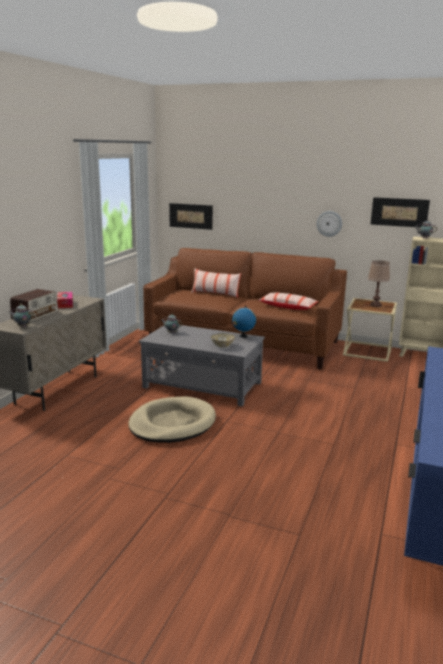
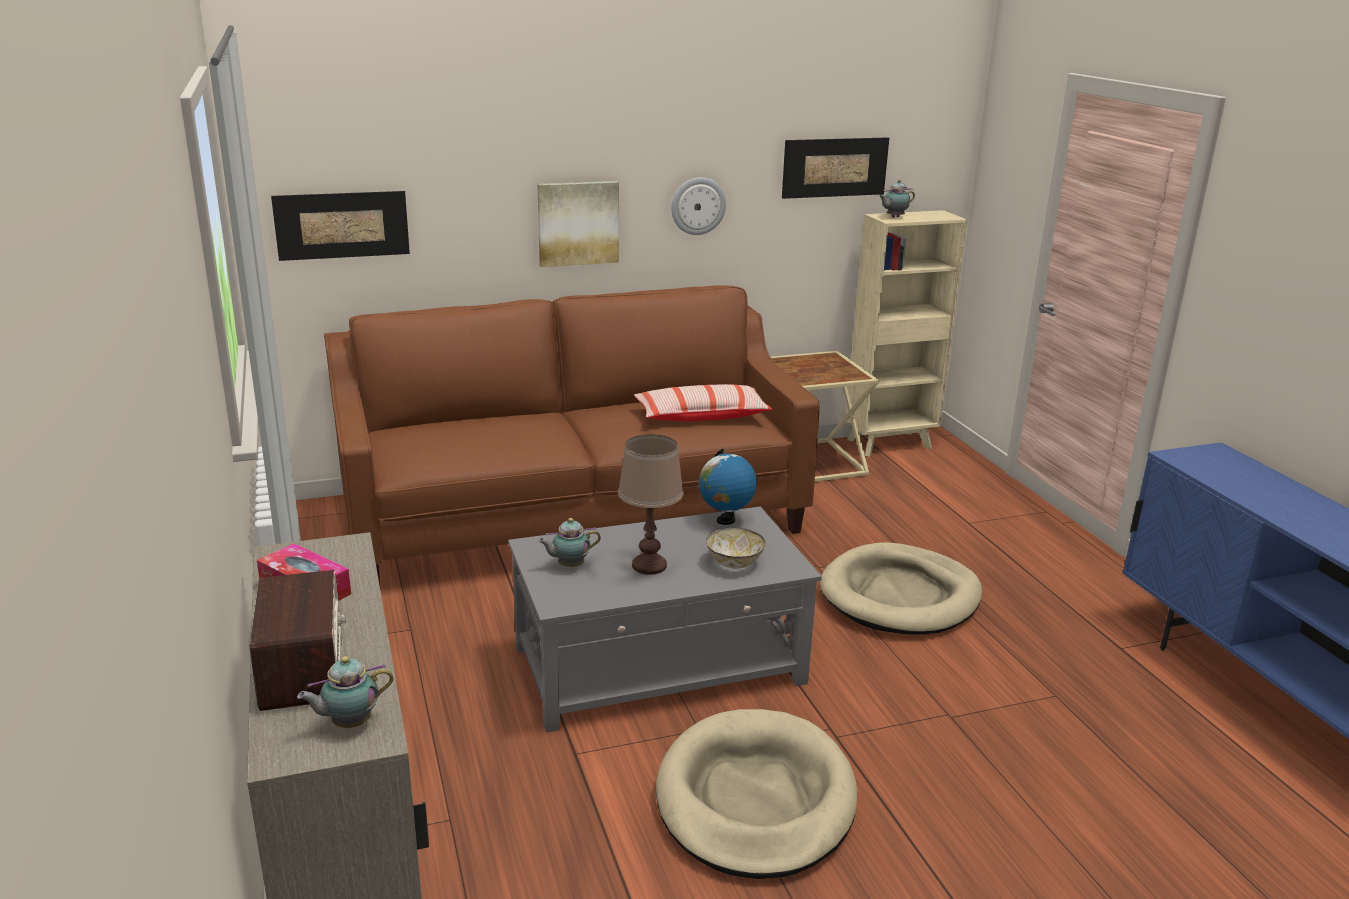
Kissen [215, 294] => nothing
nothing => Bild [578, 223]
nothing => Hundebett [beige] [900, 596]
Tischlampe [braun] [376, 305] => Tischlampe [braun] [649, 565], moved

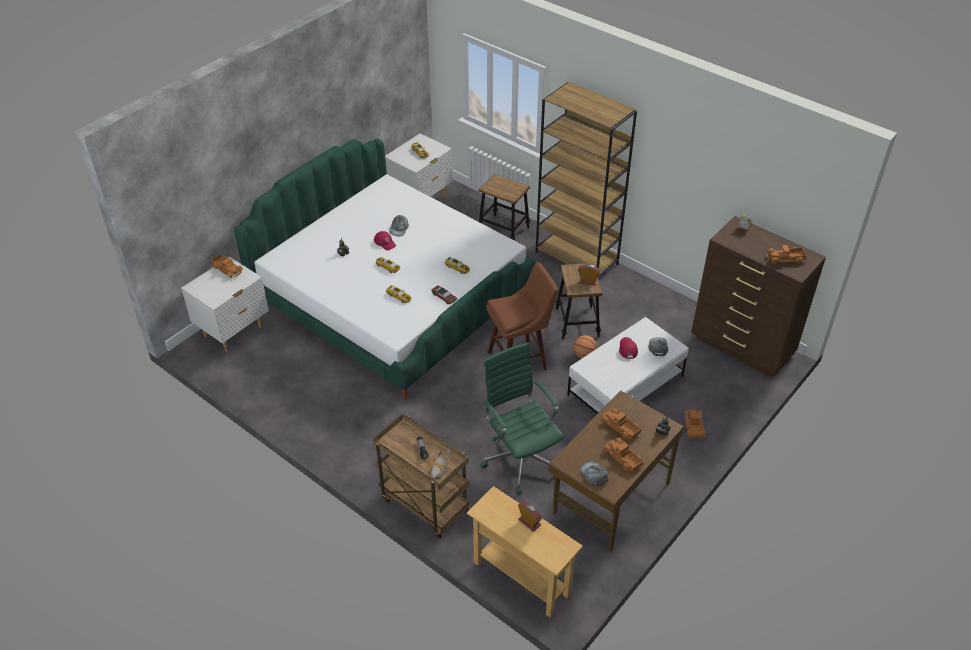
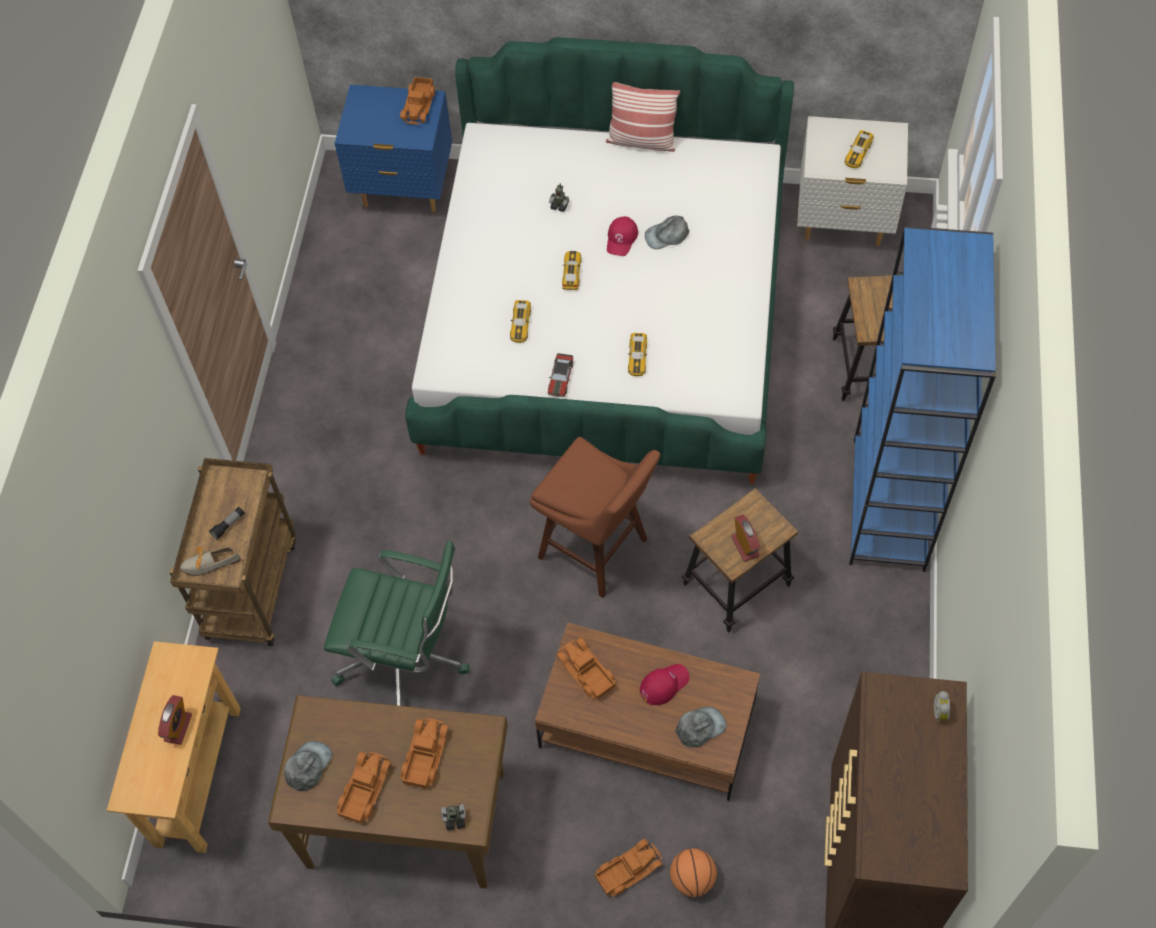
nothing => Kissen [641, 141]
Basketball [584, 355] => Basketball [692, 879], moved
Spielzeuglaster [785, 259] => Spielzeuglaster [586, 672], moved
Nachttisch [weiß] [233, 332] => Nachttisch [blau] [404, 190]
Bücherregal [braun] [577, 258] => Bücherregal [blau] [889, 505]
Couchtisch [weiß] [625, 386] => Couchtisch [braun] [647, 726]
Bürostuhl [grün] [521, 458] => Bürostuhl [grün] [406, 659], 75 degrees clockwise

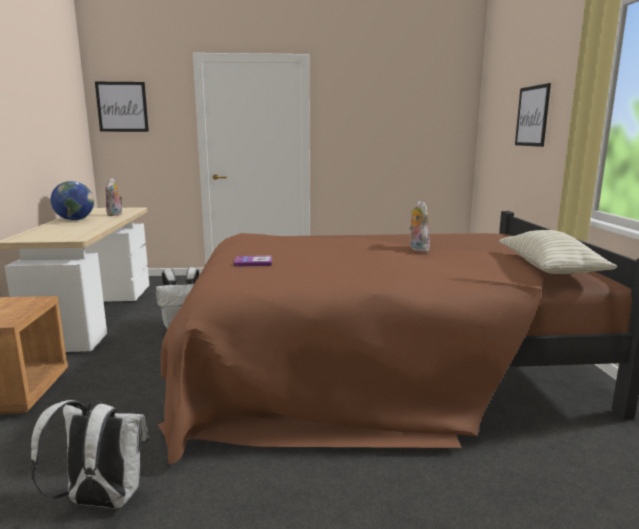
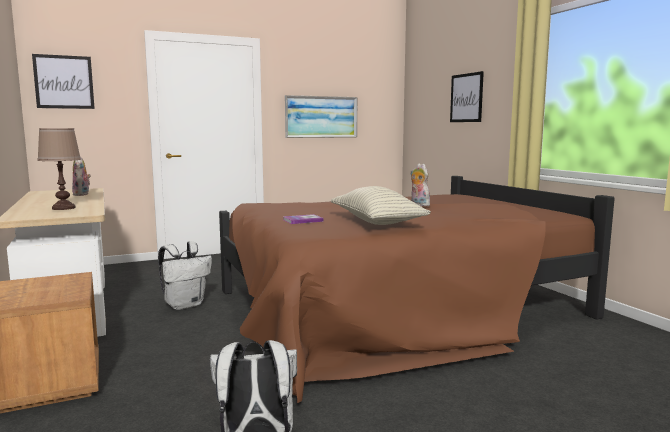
Globus [75, 220] => nothing
nothing => Tischlampe [braun] [63, 208]
nothing => Bild [321, 117]
Kissen [549, 269] => Kissen [376, 222], moved

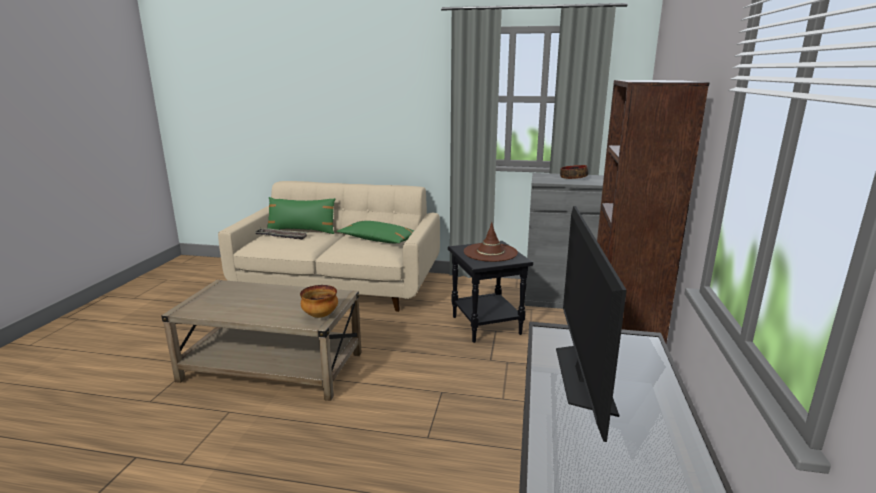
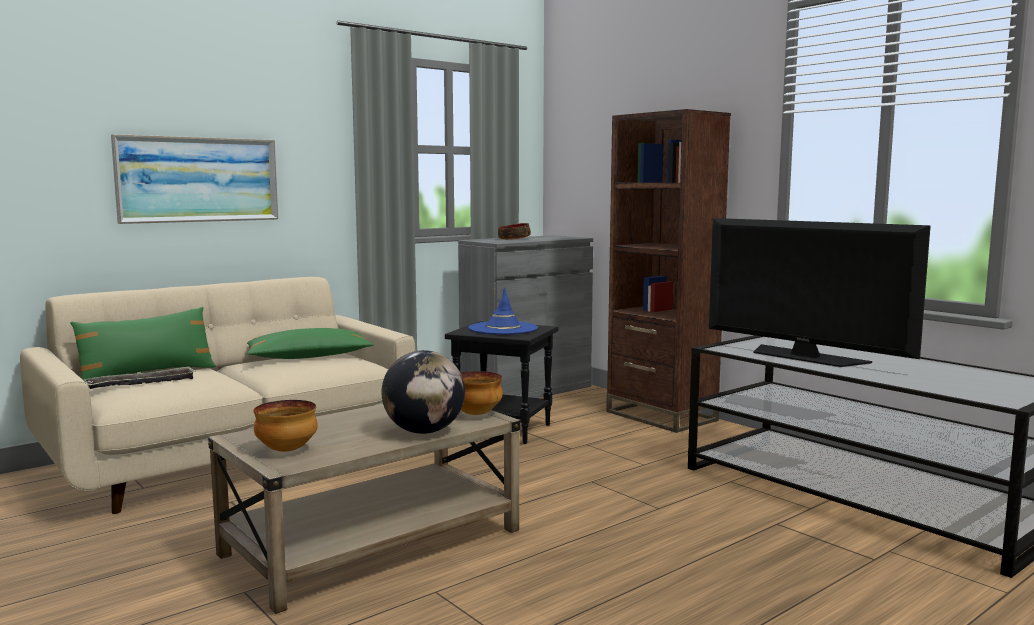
nothing => Bild [198, 179]
nothing => Schüssel [287, 450]
nothing => Globus [424, 431]
Hut [braun] [490, 252] => Hut [blau] [503, 329]

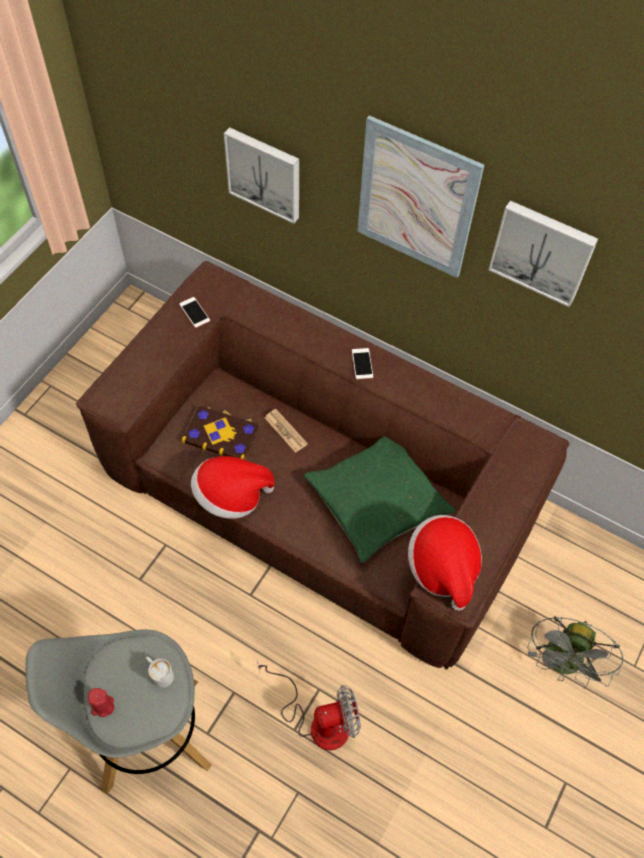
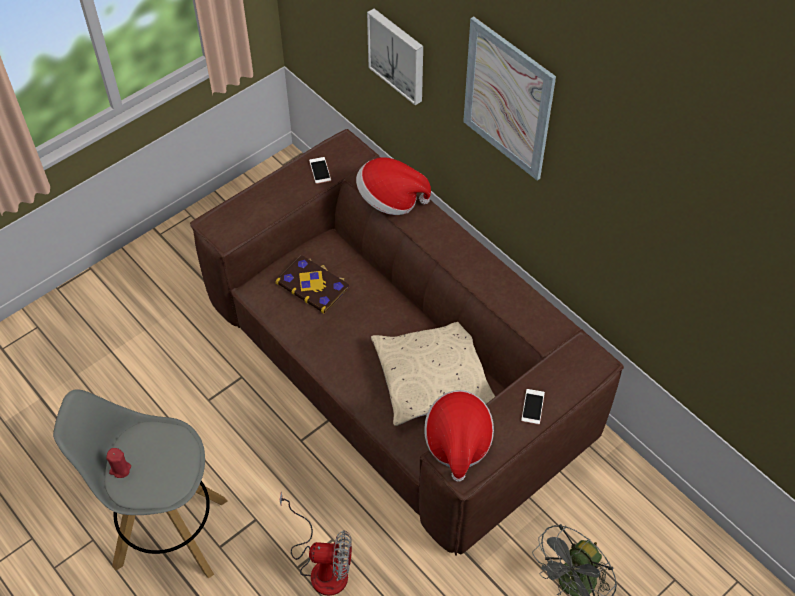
Henkelbecher [weiß] [159, 673] => nothing
Zeitung [285, 431] => nothing
Bild [542, 251] => nothing
Hut [231, 496] => Hut [390, 200], moved
Handy [362, 364] => Handy [532, 407], moved
Kissen [grün] [377, 500] => Kissen [beige] [433, 378]

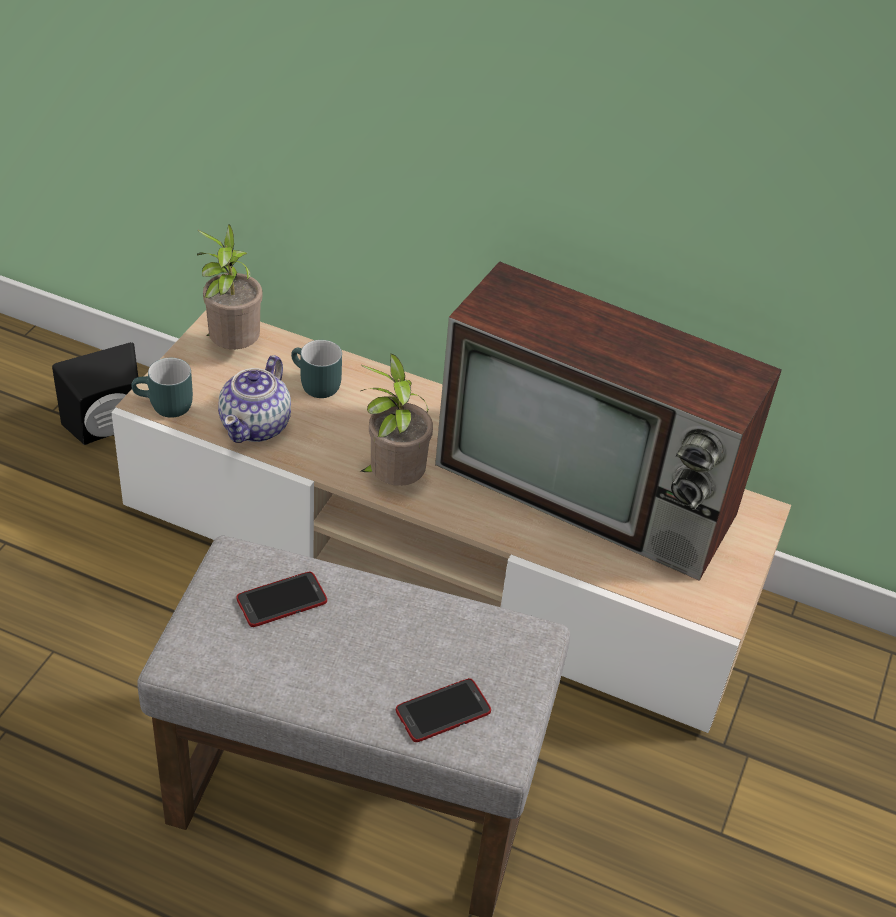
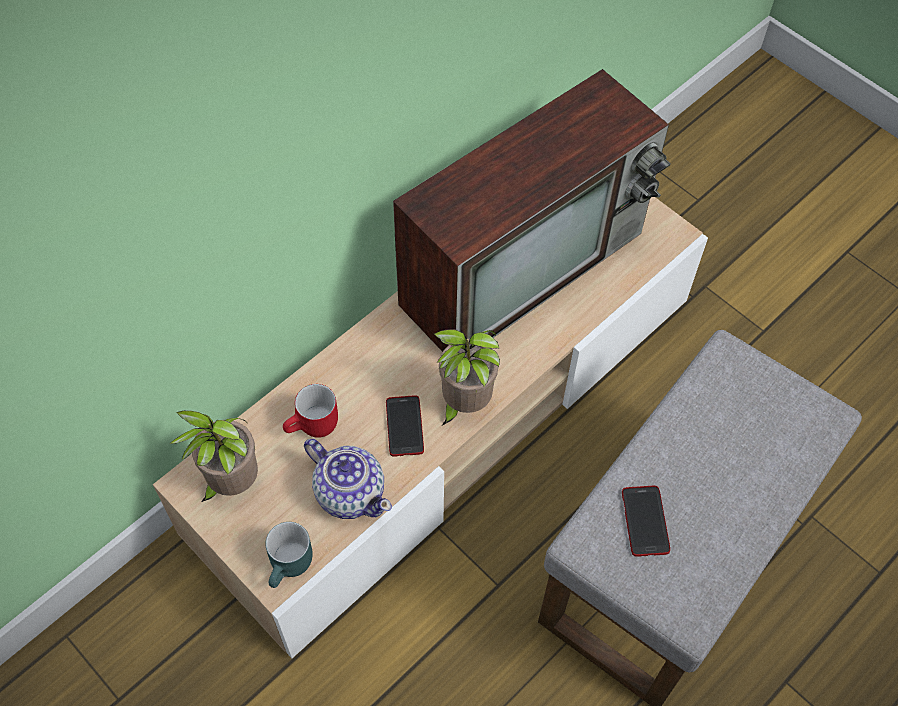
Lautsprecher [schwarz] [109, 429] => nothing
Handy [443, 711] => Handy [404, 426], moved
Henkelbecher [türkis] [313, 385] => Henkelbecher [rot] [314, 427]

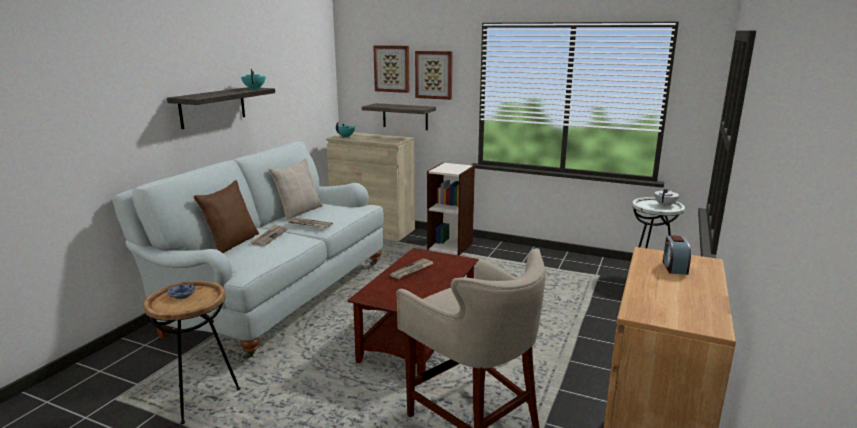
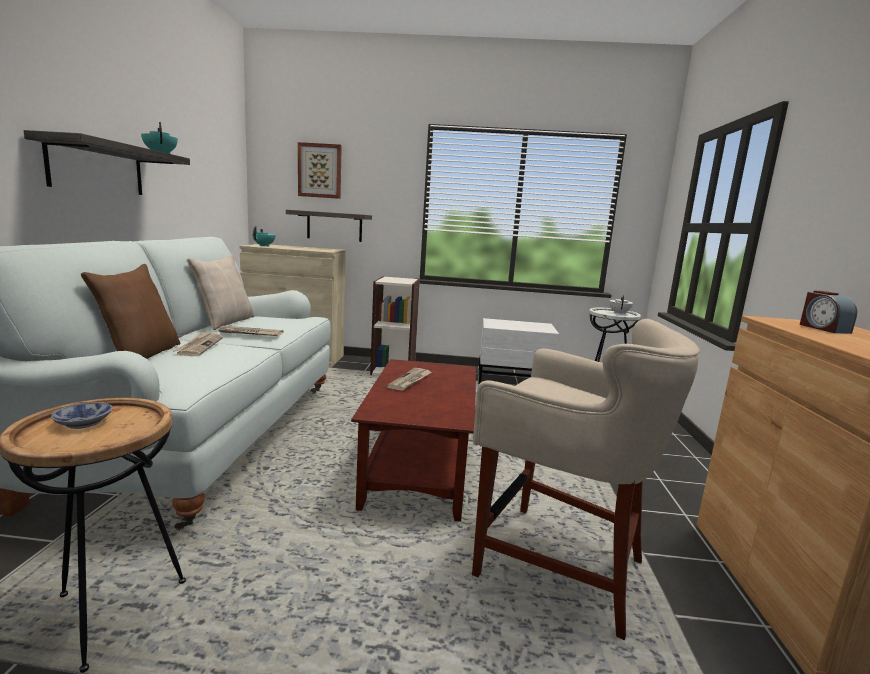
Bild [434, 75] => nothing
nothing => Nachttisch [weiß] [514, 382]

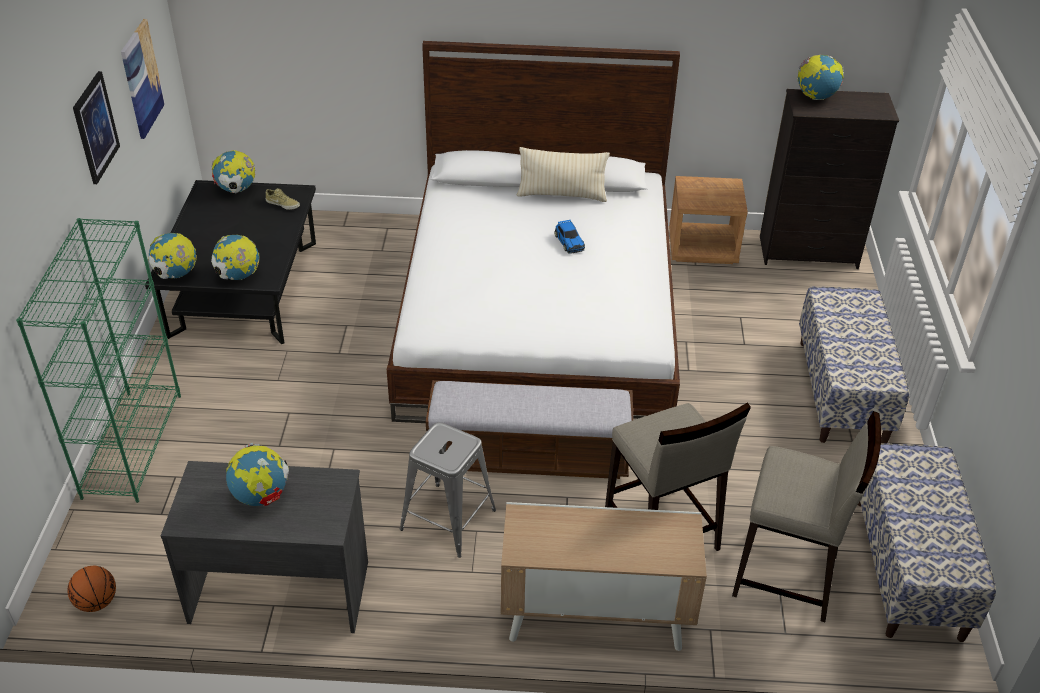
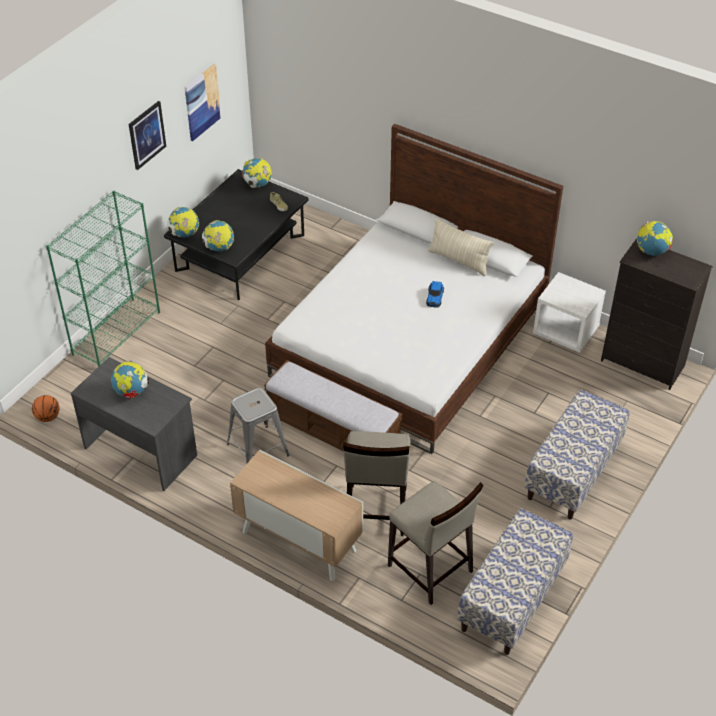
Nachttisch [braun] [703, 248] => Nachttisch [weiß] [566, 331]

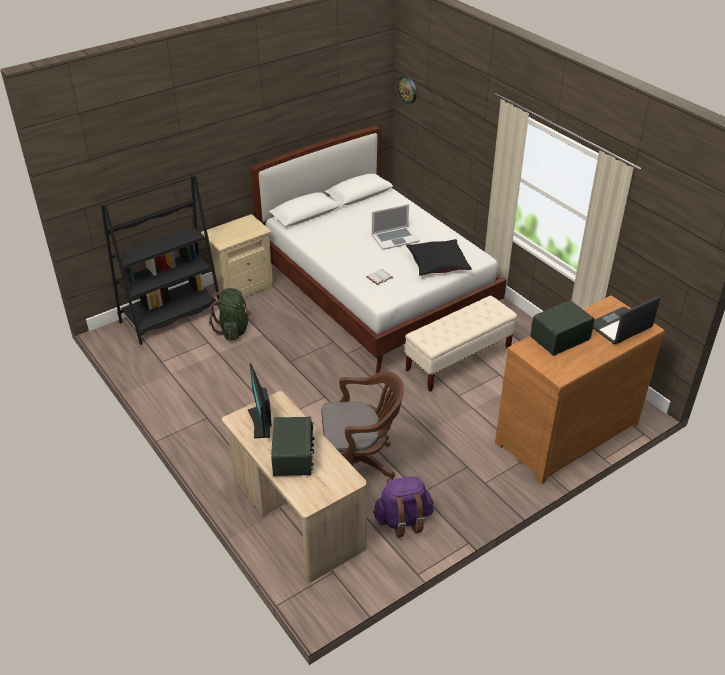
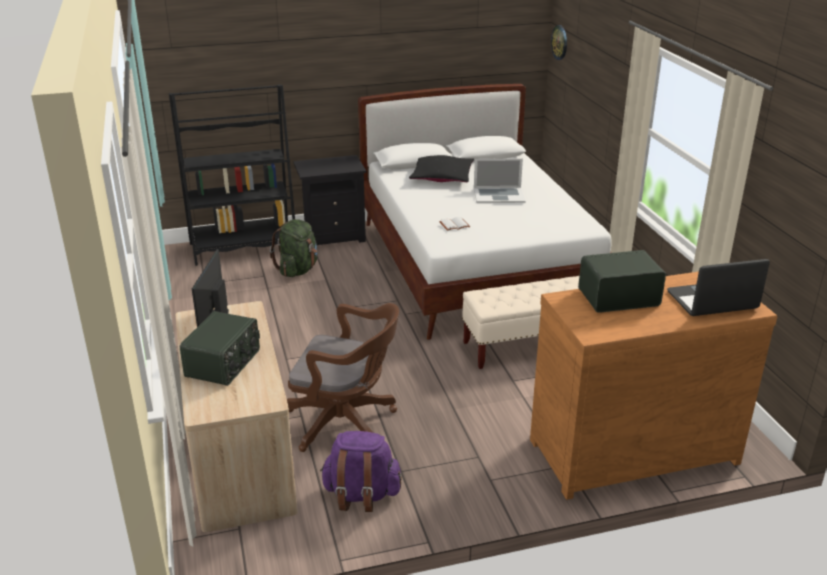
Kissen [schwarz] [437, 263] => Kissen [schwarz] [441, 177], moved
Nachttisch [beige] [242, 287] => Nachttisch [schwarz] [333, 236]

